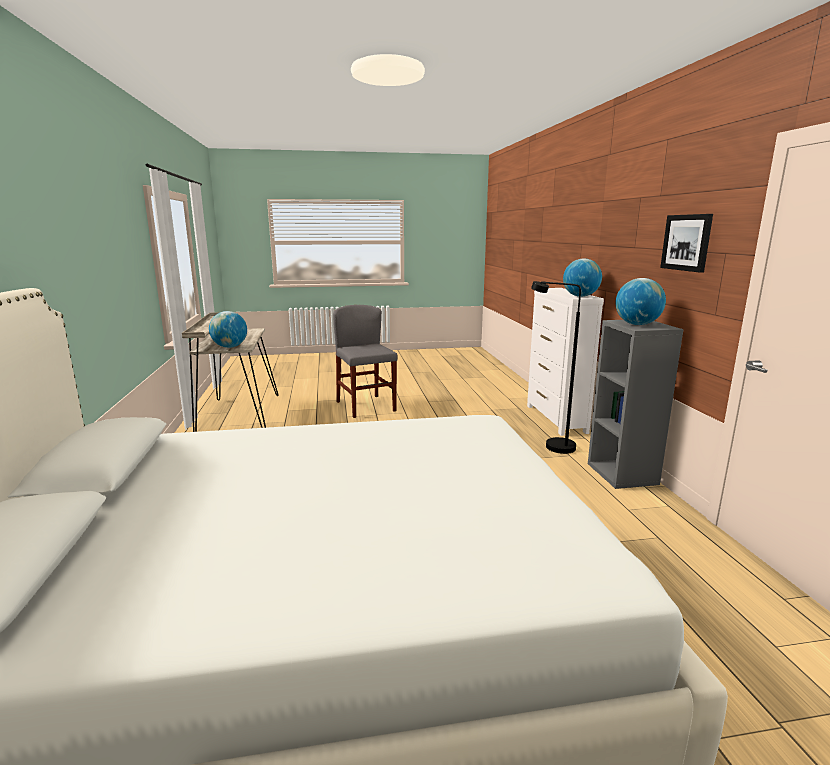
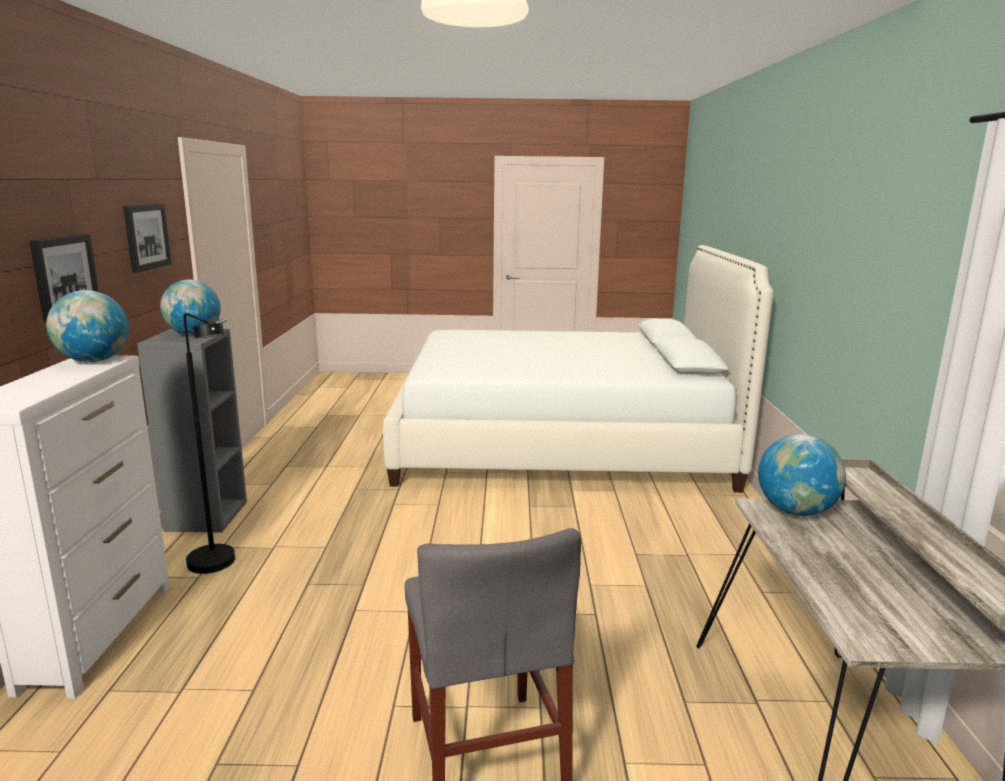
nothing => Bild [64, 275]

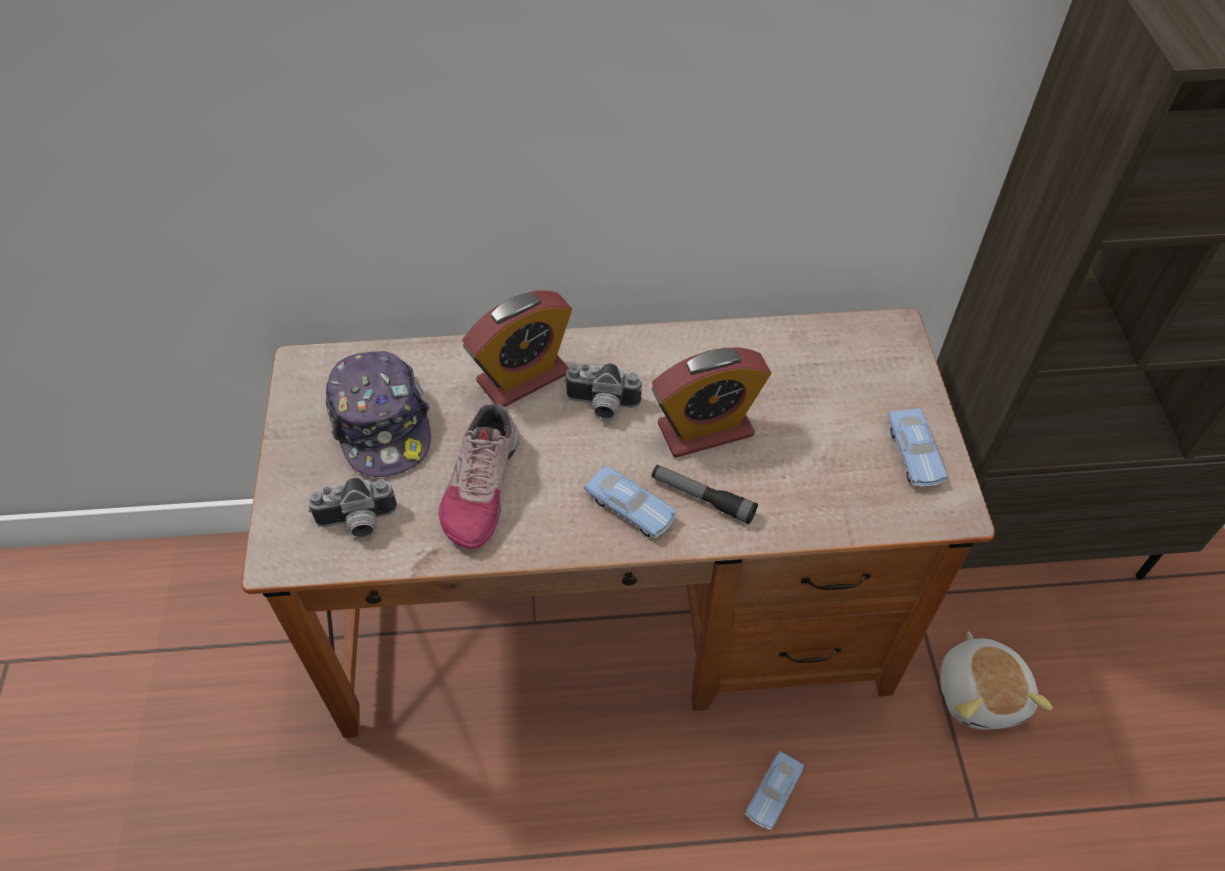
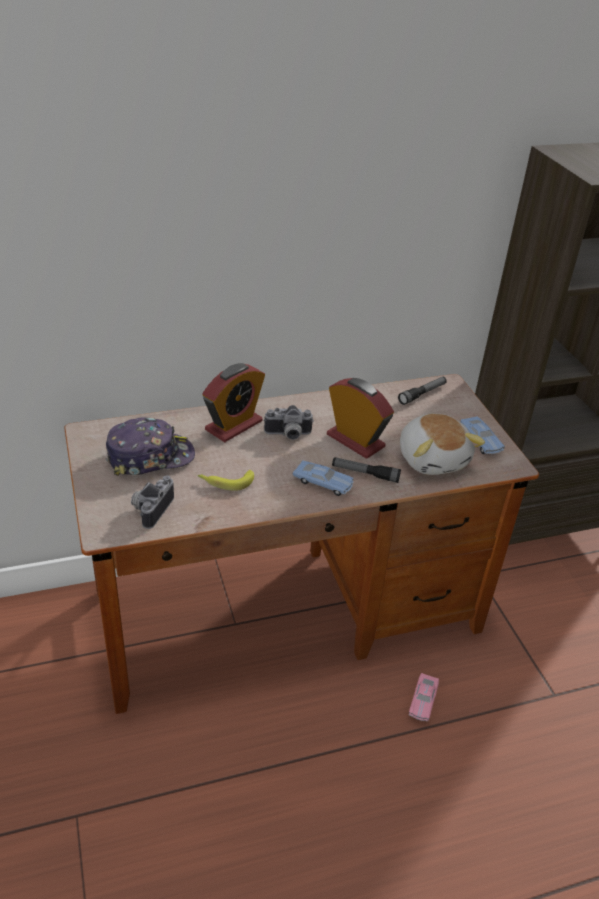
nothing => Taschenlampe [422, 394]
Plüschtier [981, 693] => Plüschtier [433, 459], moved
Schuh [481, 486] => Banane [225, 482]
Spielzeugauto [blau] [773, 793] => Spielzeugauto [rosa] [423, 701]
Kamera [357, 523] => Kamera [151, 509], 135 degrees clockwise
Kappe [382, 424] => Kappe [150, 457], 75 degrees counterclockwise
Wecker [705, 430] => Wecker [355, 441], 105 degrees counterclockwise

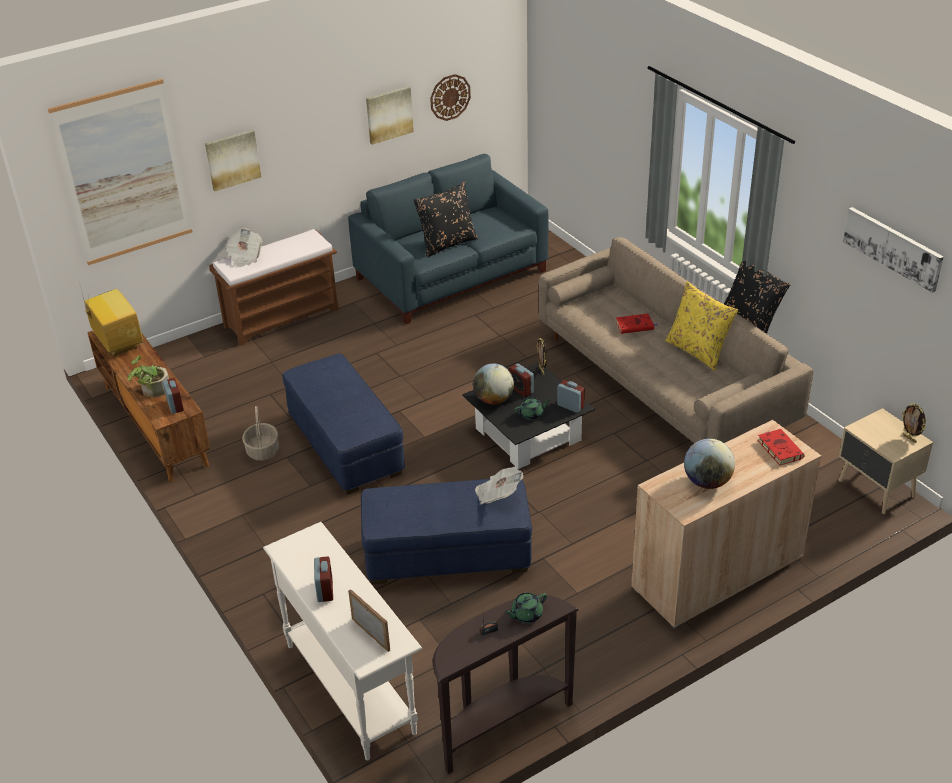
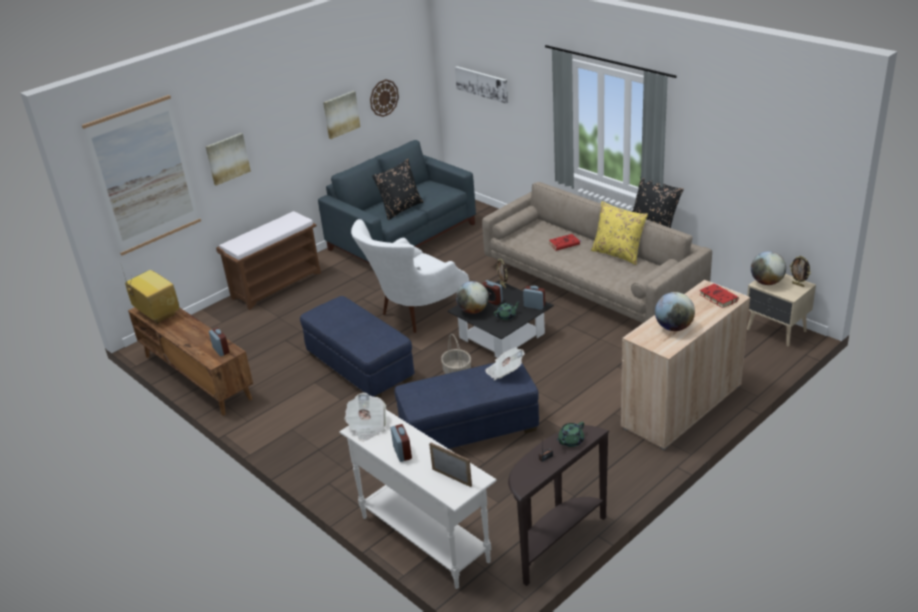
Topfpflanze [152, 390] => nothing
nothing => Sessel [weiß] [414, 315]
nothing => Globus [766, 282]
Zeitung [244, 257] => Zeitung [367, 426], moved
Korb [262, 451] => Korb [456, 372], moved
Bild [893, 248] => Bild [482, 84], moved

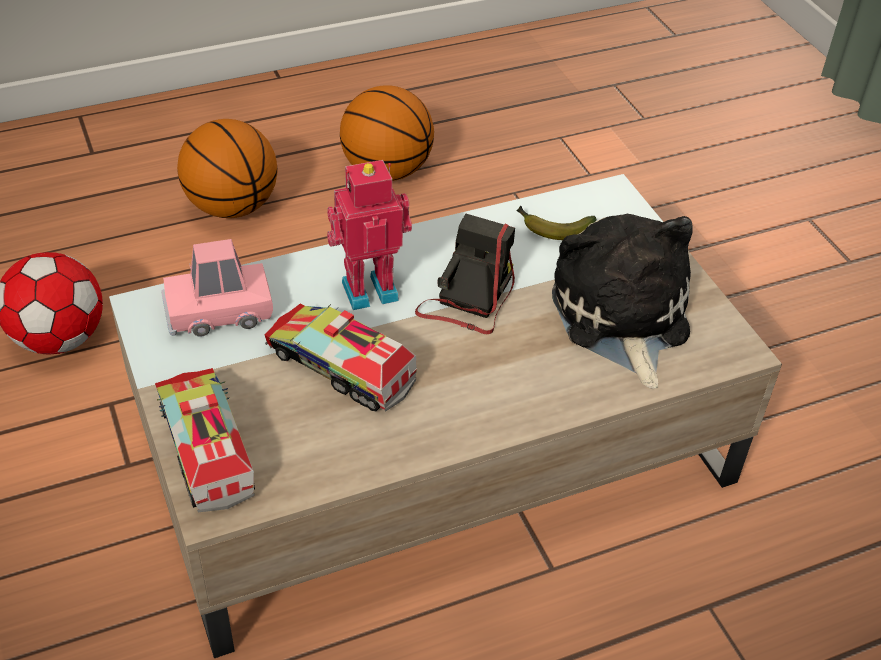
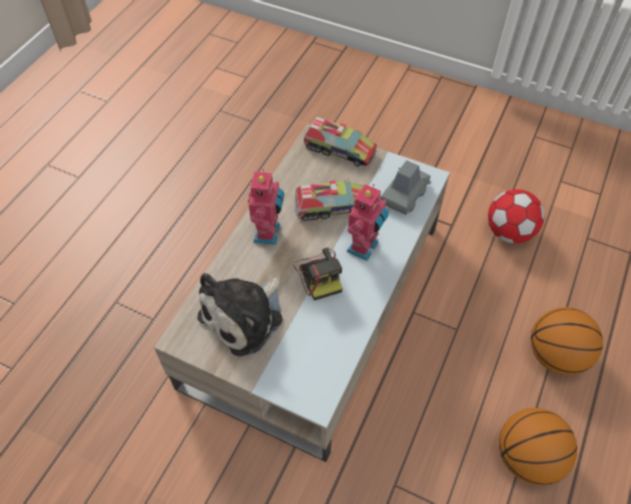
Banane [552, 228] => nothing
nothing => Spielzeugroboter [269, 233]
Spielzeugauto [rosa] [218, 311] => Spielzeugauto [grau] [404, 195]
Plüschtier [621, 318] => Plüschtier [245, 316], 90 degrees clockwise

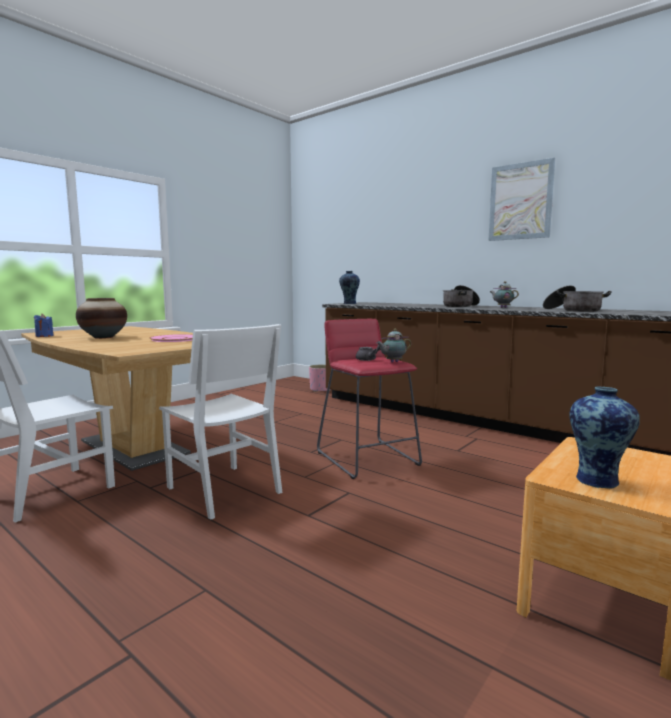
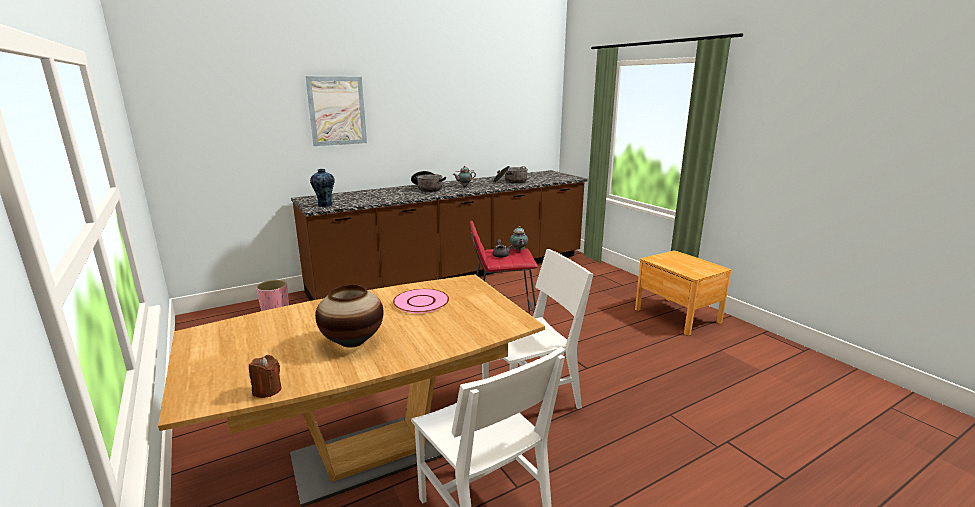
Vase [597, 480] => nothing
Bild [520, 201] => Bild [337, 111], moved
Kerze [blau] [44, 336] => Kerze [braun] [267, 390]

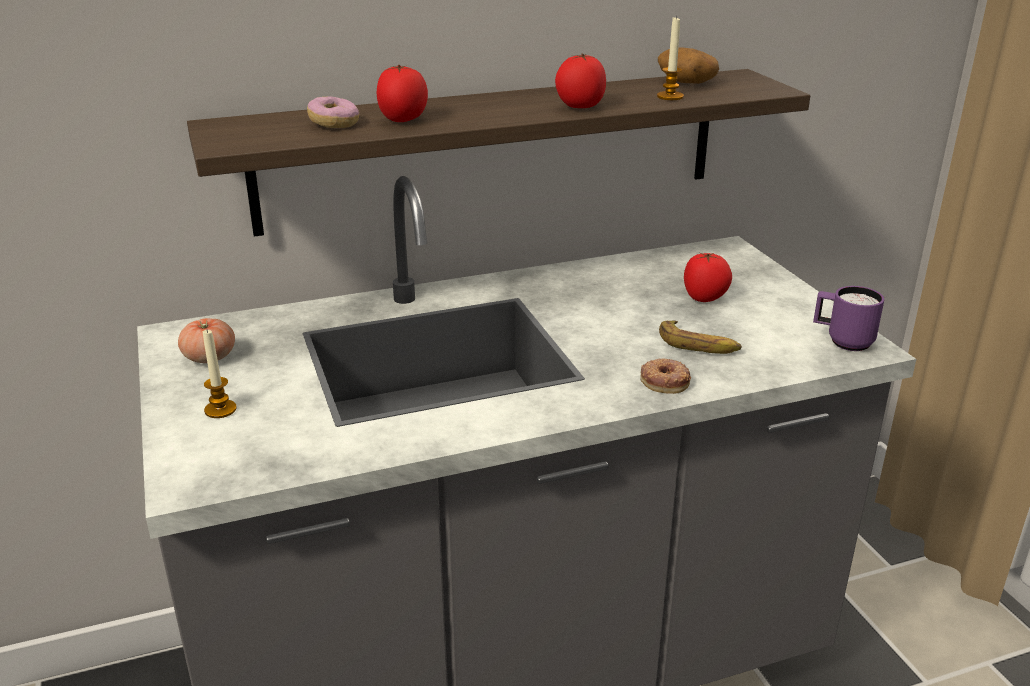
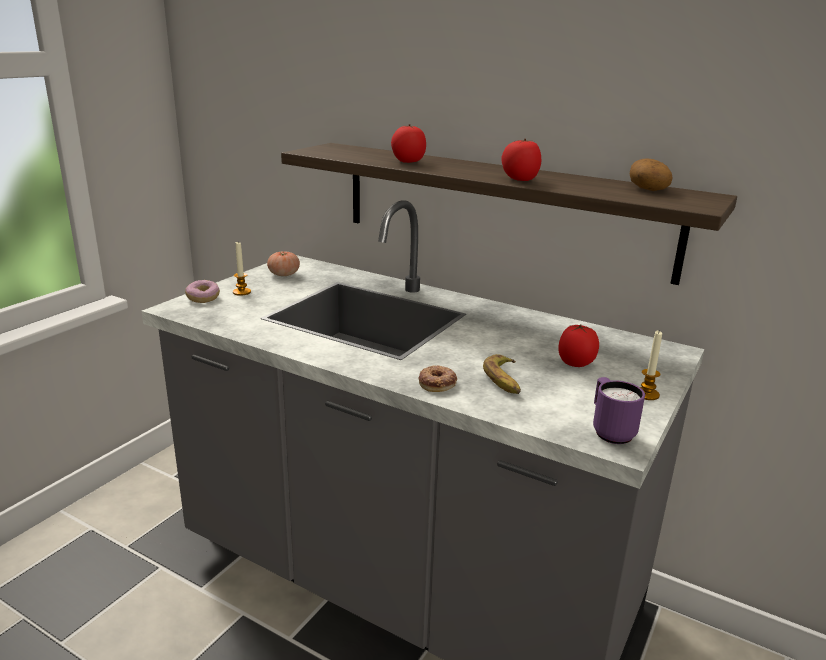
Donut [334, 124] => Donut [203, 298], moved
Kerze [670, 97] => Kerze [647, 394], moved

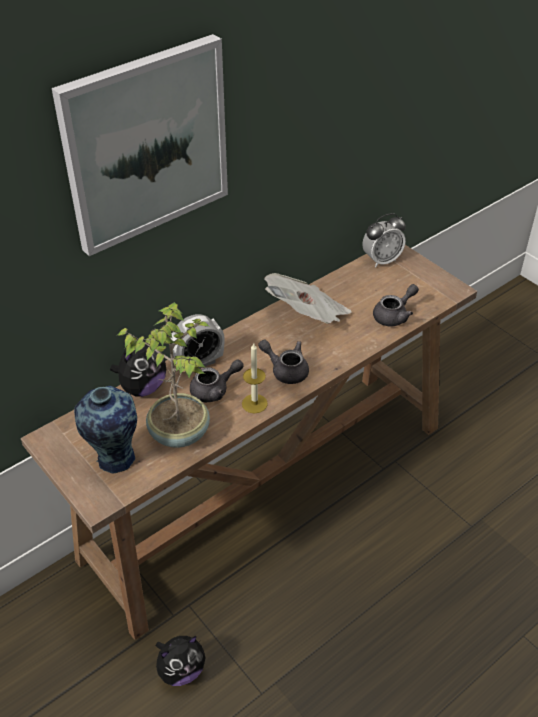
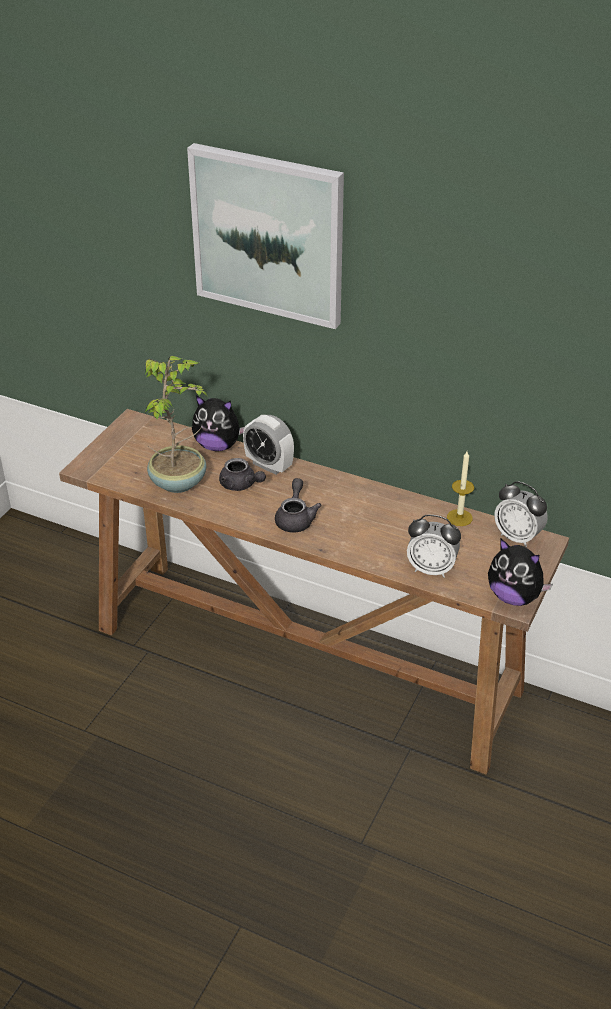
Vase [114, 459] => nothing
Zeitung [307, 316] => nothing
Plüschtier [181, 670] => Plüschtier [514, 597], moved
Kerze [254, 403] => Kerze [459, 517], moved
Teekanne [grau] [394, 315] => Wecker [431, 569]

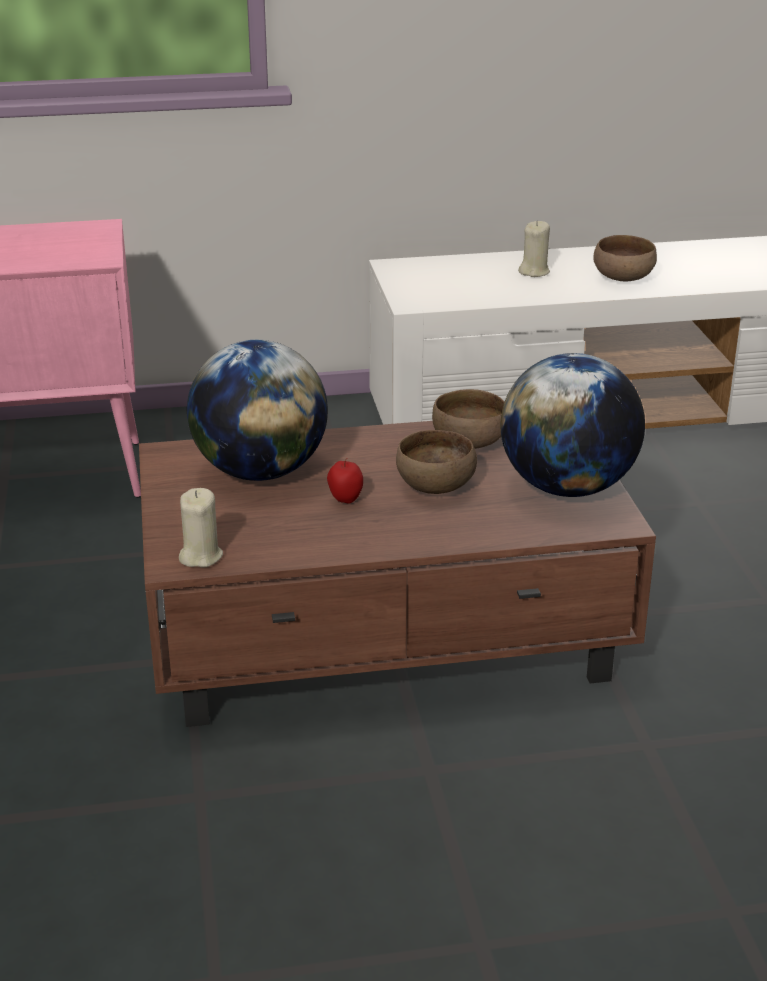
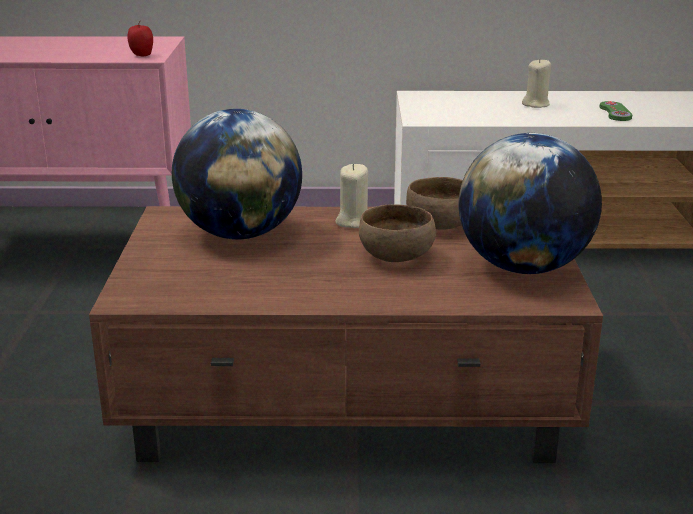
Kerze [beige] [200, 556] => Kerze [beige] [353, 222], moved
Apfel [345, 500] => Apfel [141, 55], moved
Schüssel [braun] [624, 279] => Gamepad [grün] [615, 113]

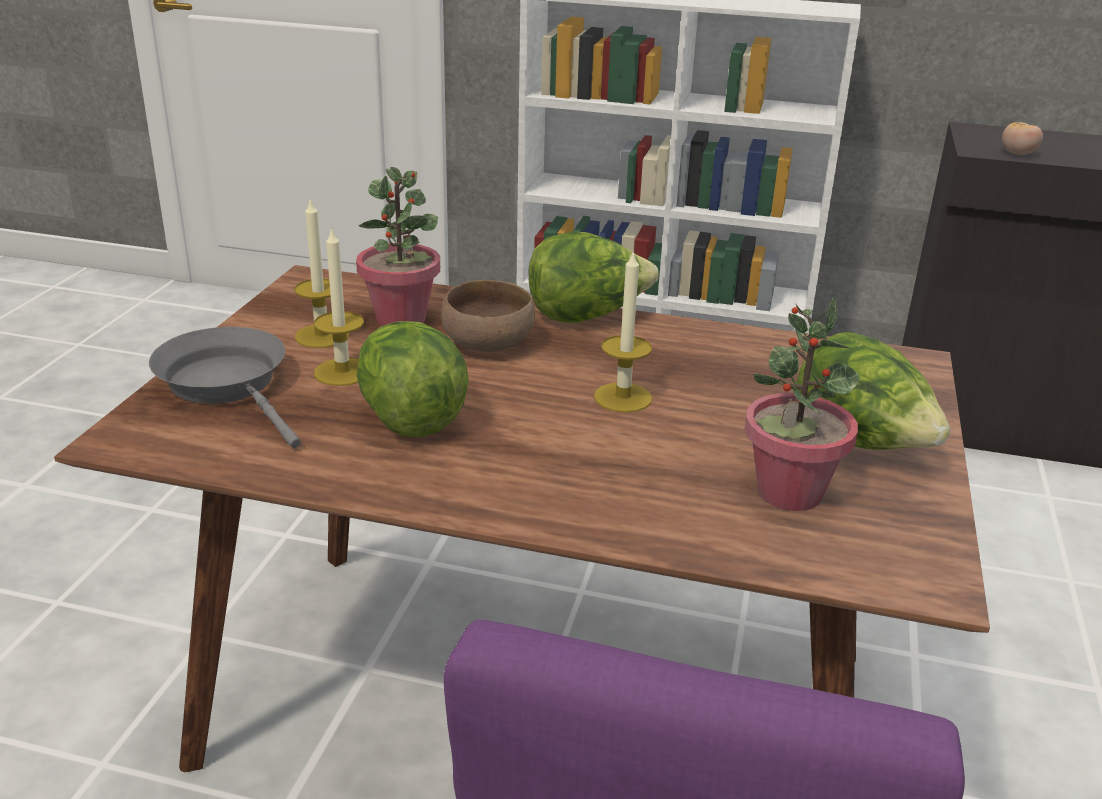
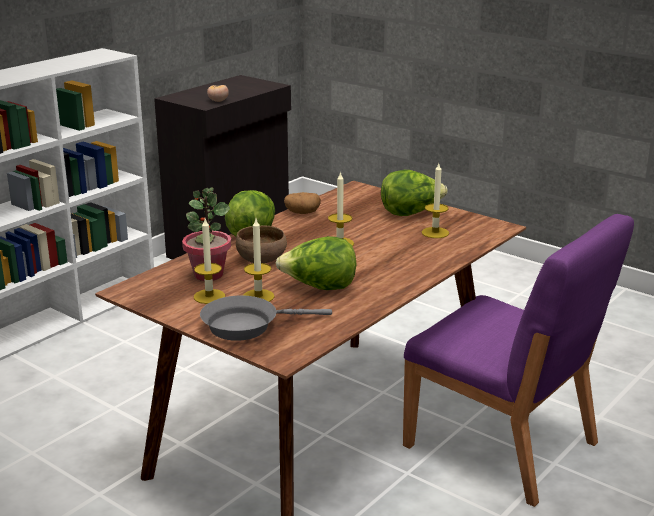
nothing => Kartoffel [302, 213]
Topfpflanze [788, 493] => Kerze [435, 232]

